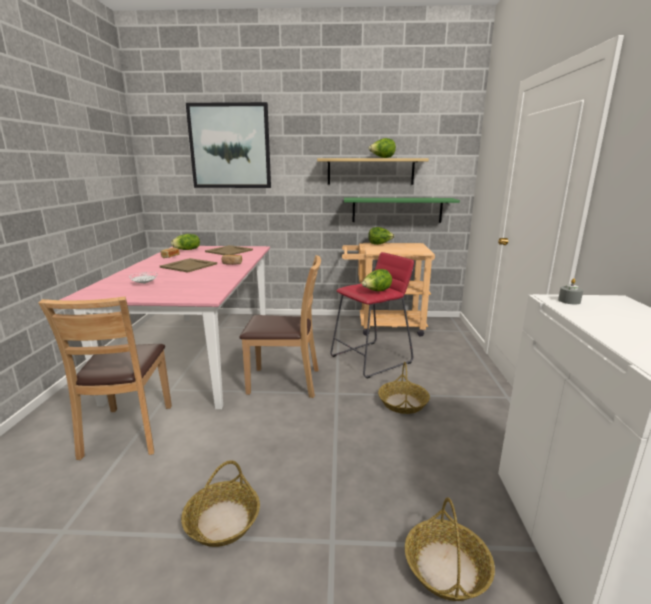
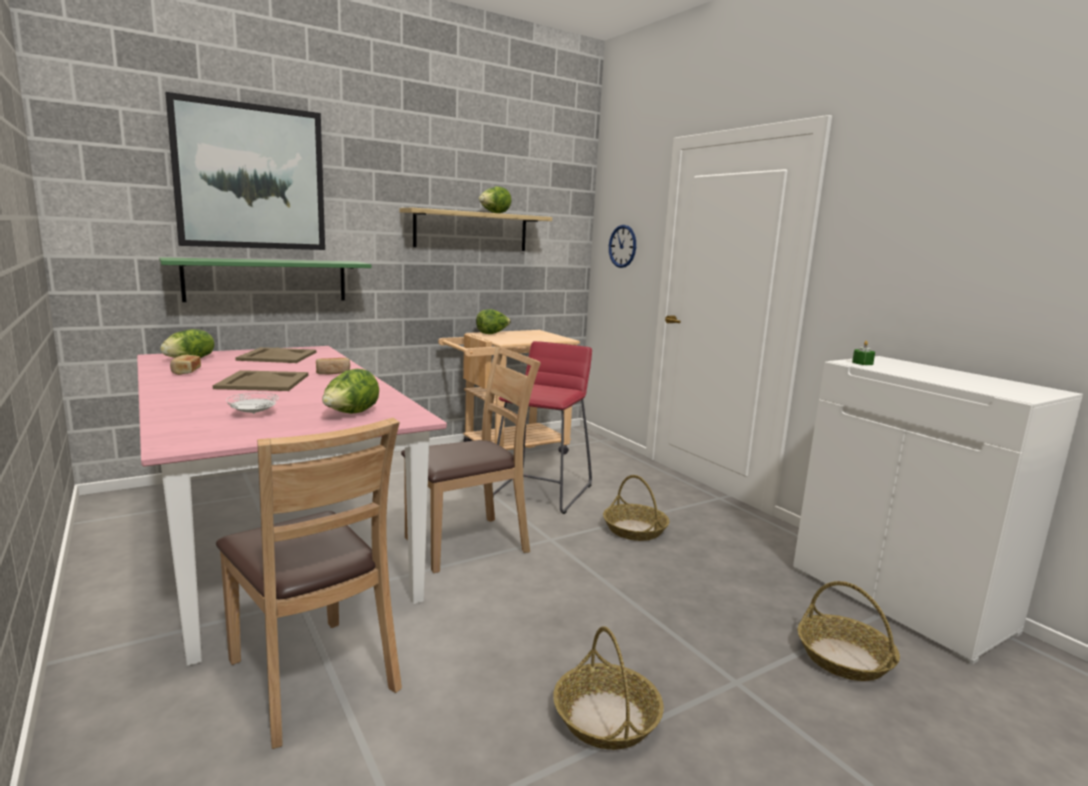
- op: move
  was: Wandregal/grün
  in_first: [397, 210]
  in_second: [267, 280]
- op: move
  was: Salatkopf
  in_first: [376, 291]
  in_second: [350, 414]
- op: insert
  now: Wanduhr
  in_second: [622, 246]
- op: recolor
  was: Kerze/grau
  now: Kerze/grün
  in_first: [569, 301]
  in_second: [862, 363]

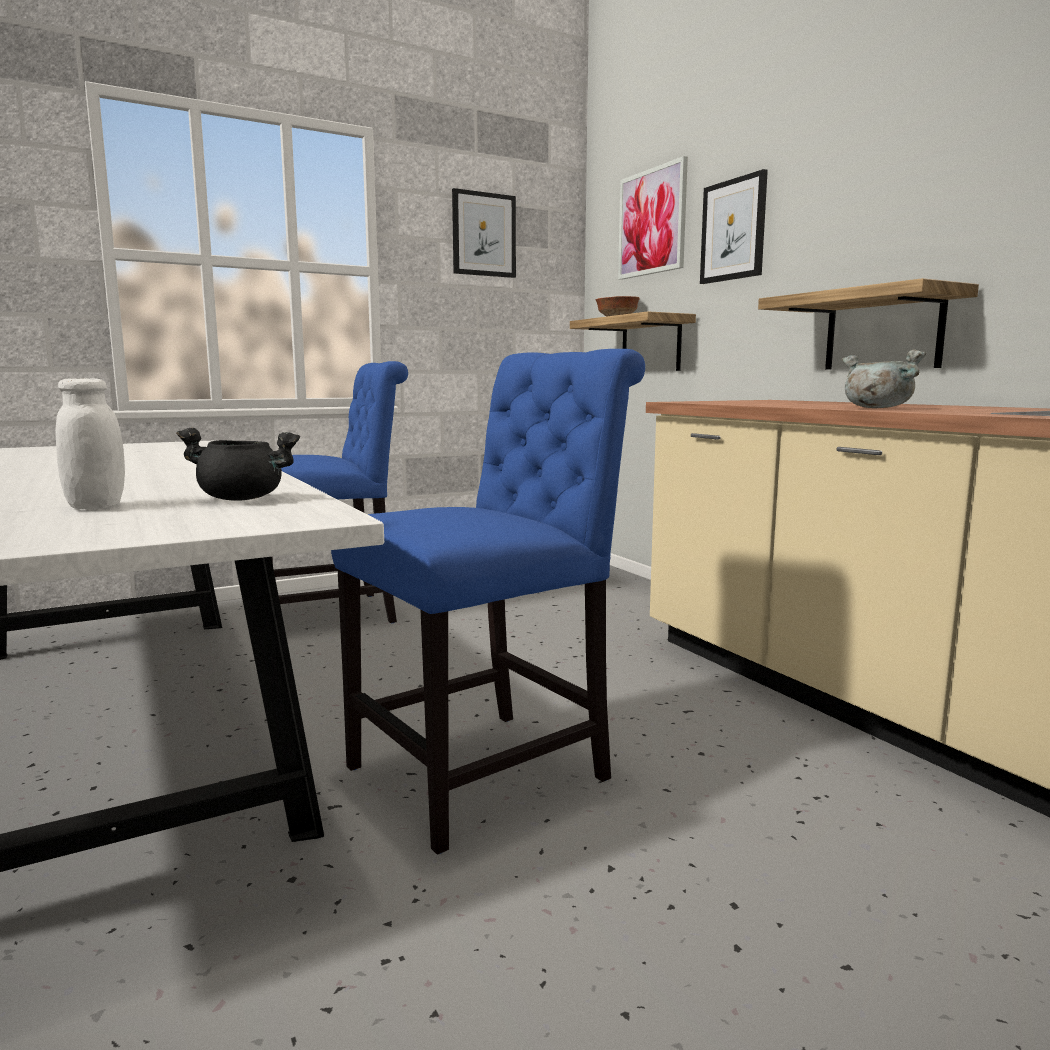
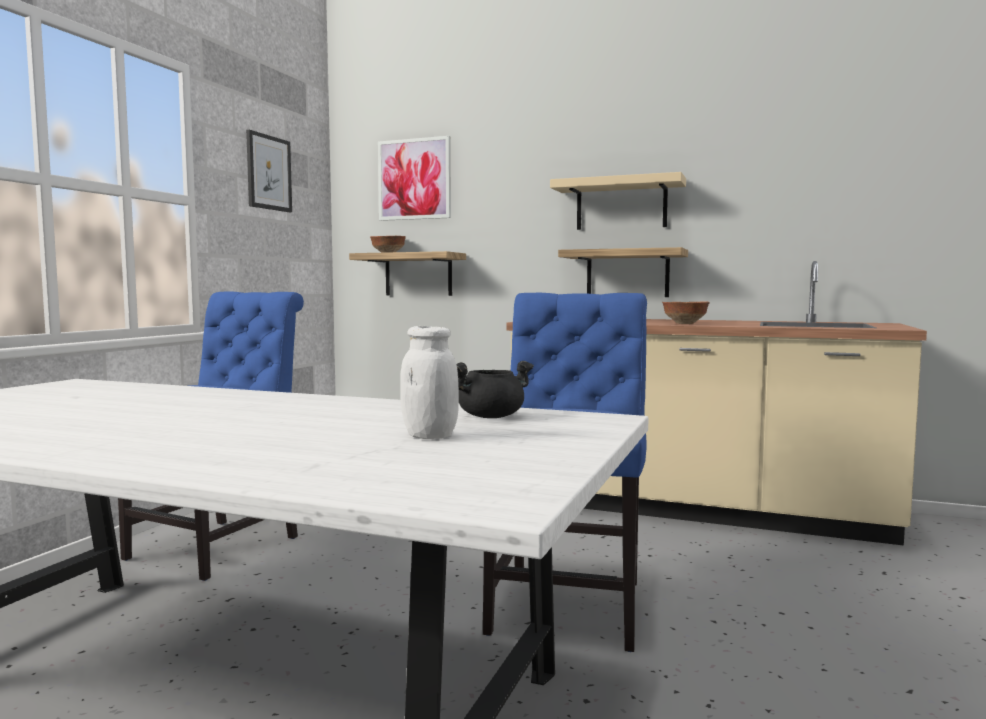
- op: insert
  now: Wandregal/beige
  in_second: [621, 205]
- op: replace
  was: Kochtopf/grau
  now: Schüssel
  in_first: [875, 408]
  in_second: [684, 323]
- op: delete
  was: Bild
  in_first: [733, 230]

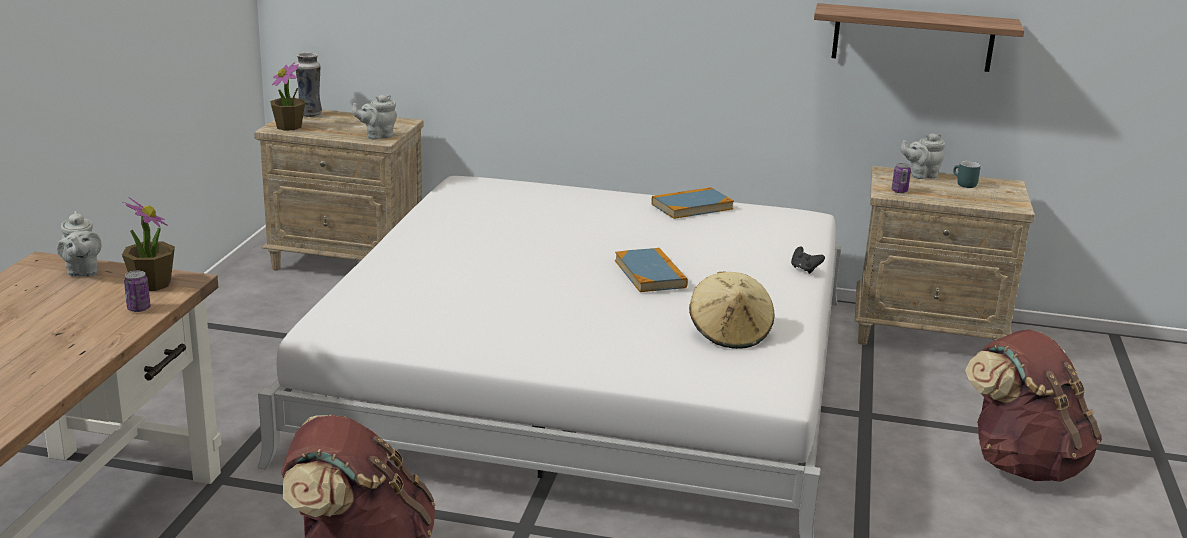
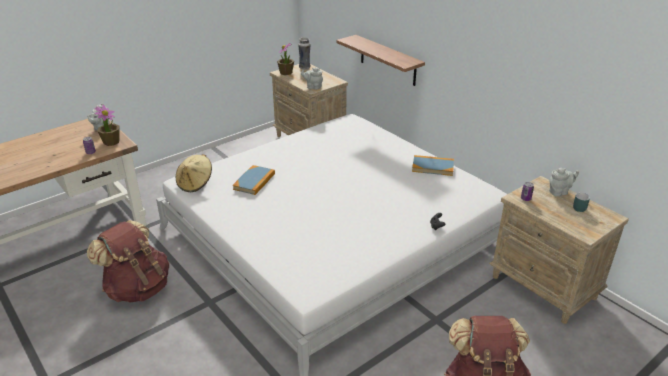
- op: move
  was: Hut/beige
  in_first: [730, 334]
  in_second: [195, 183]
- op: move
  was: Buch
  in_first: [650, 274]
  in_second: [254, 181]
- op: move
  was: Wandregal
  in_first: [913, 38]
  in_second: [388, 60]
- op: rotate
  was: Teekanne/grau
  in_first: [920, 175]
  in_second: [559, 192]
  clockwise: 135

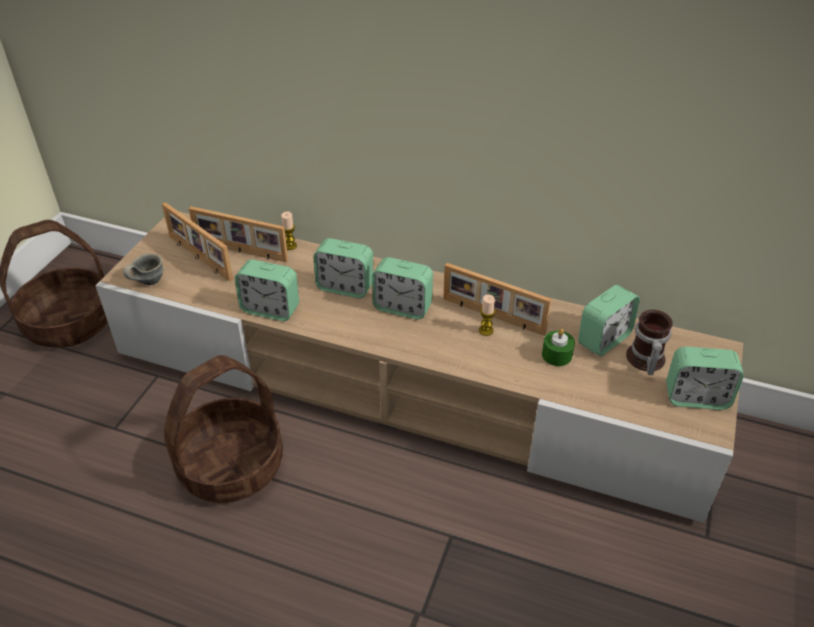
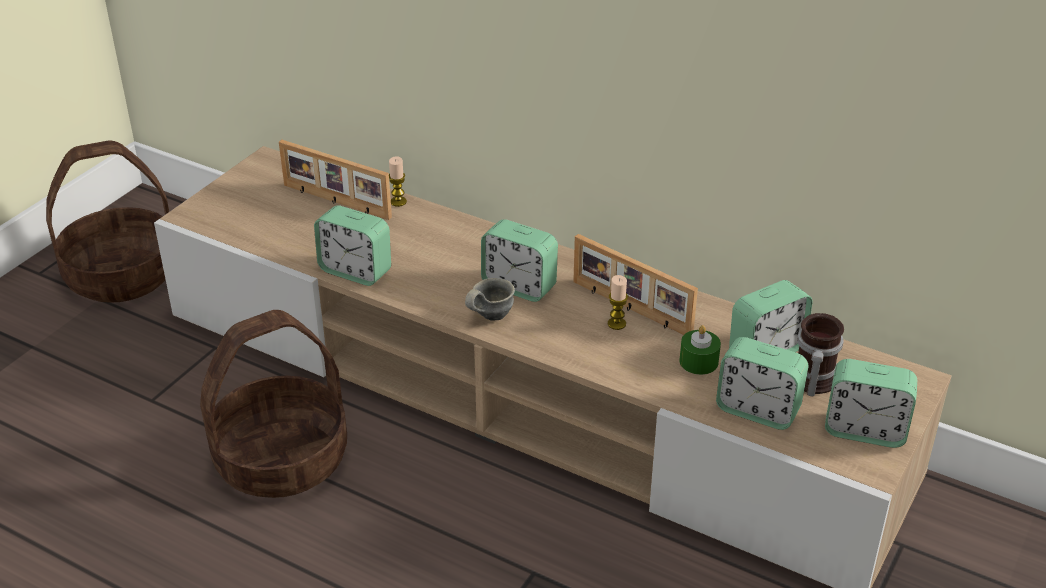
- op: move
  was: Henkelbecher/grau
  in_first: [147, 282]
  in_second: [488, 316]
- op: move
  was: Wecker
  in_first: [345, 287]
  in_second: [757, 410]
- op: delete
  was: Bilderrahmen
  in_first: [199, 258]

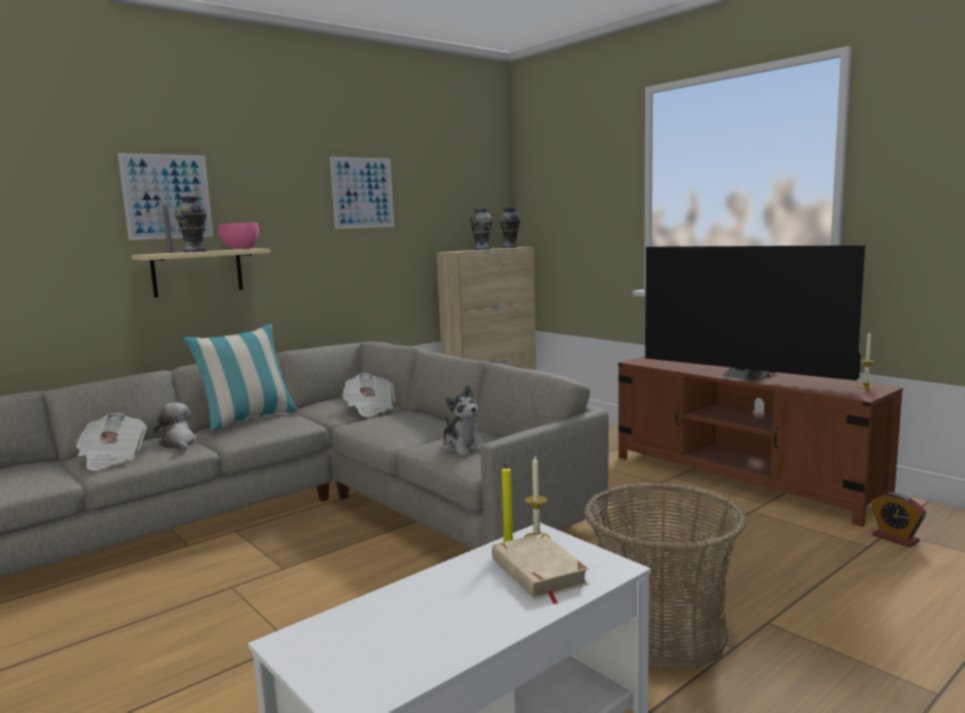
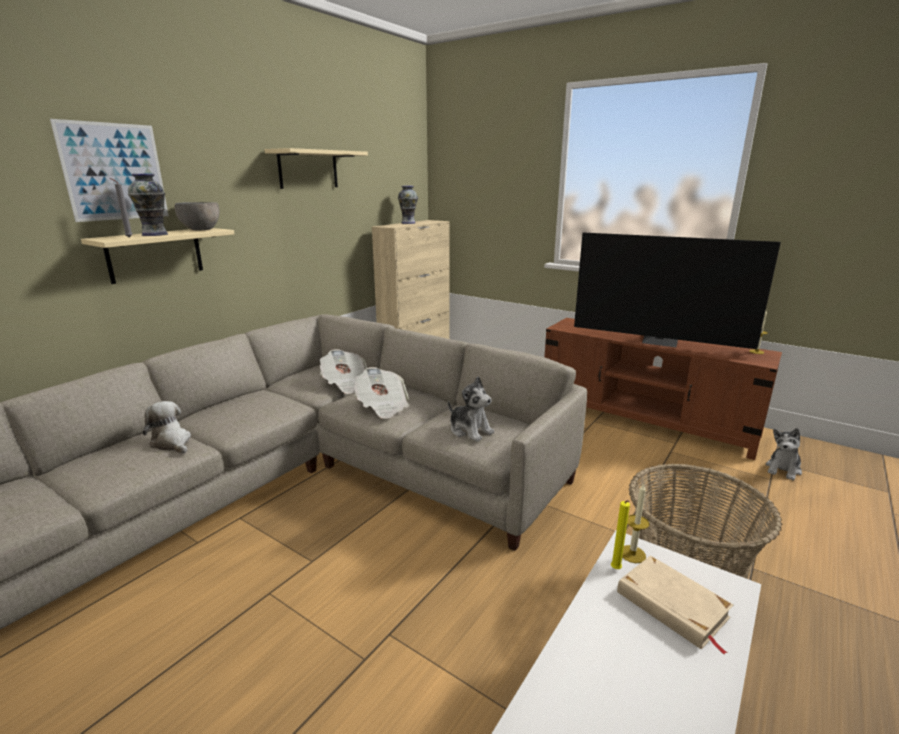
- op: recolor
  was: Schüssel/rosa
  now: Schüssel/grau
  in_first: [241, 249]
  in_second: [201, 229]
- op: replace
  was: Bild
  now: Wandregal/beige
  in_first: [362, 193]
  in_second: [308, 169]
- op: move
  was: Zeitung
  in_first: [112, 458]
  in_second: [382, 406]
- op: replace
  was: Wecker
  now: Plüschtier
  in_first: [895, 538]
  in_second: [783, 469]
- op: delete
  was: Kissen
  in_first: [248, 419]
- op: delete
  was: Vase
  in_first: [510, 247]

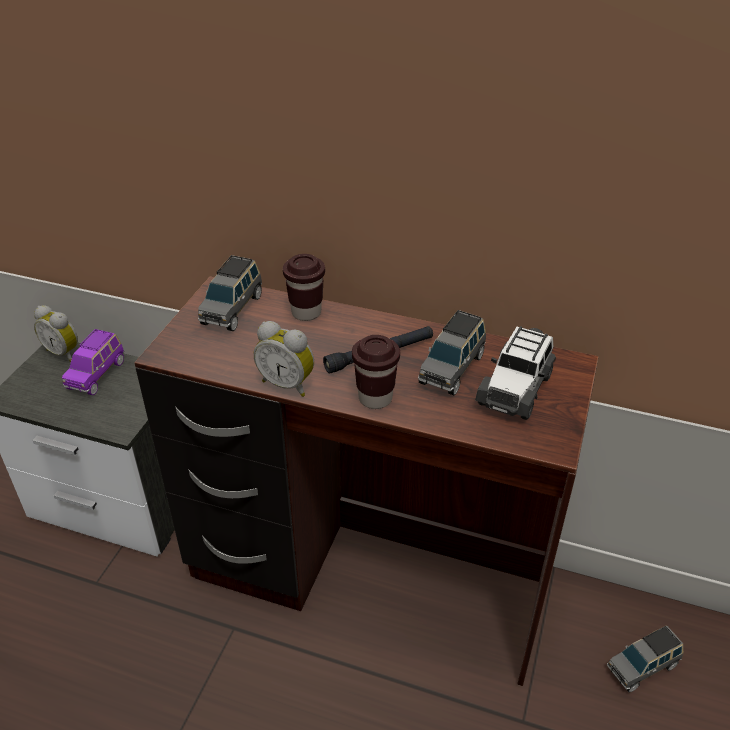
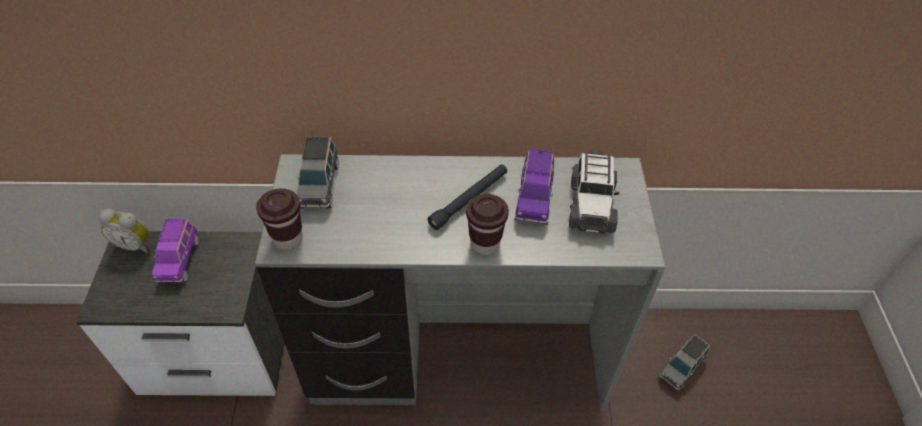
- op: recolor
  was: Schreibtisch/braun
  now: Schreibtisch/grau
  in_first: [367, 581]
  in_second: [458, 363]
- op: move
  was: Tasse/braun
  in_first: [306, 313]
  in_second: [288, 238]
- op: recolor
  was: Spielzeugauto/grau
  now: Spielzeugauto/lila
  in_first: [452, 368]
  in_second: [534, 198]
- op: delete
  was: Wecker
  in_first: [288, 383]

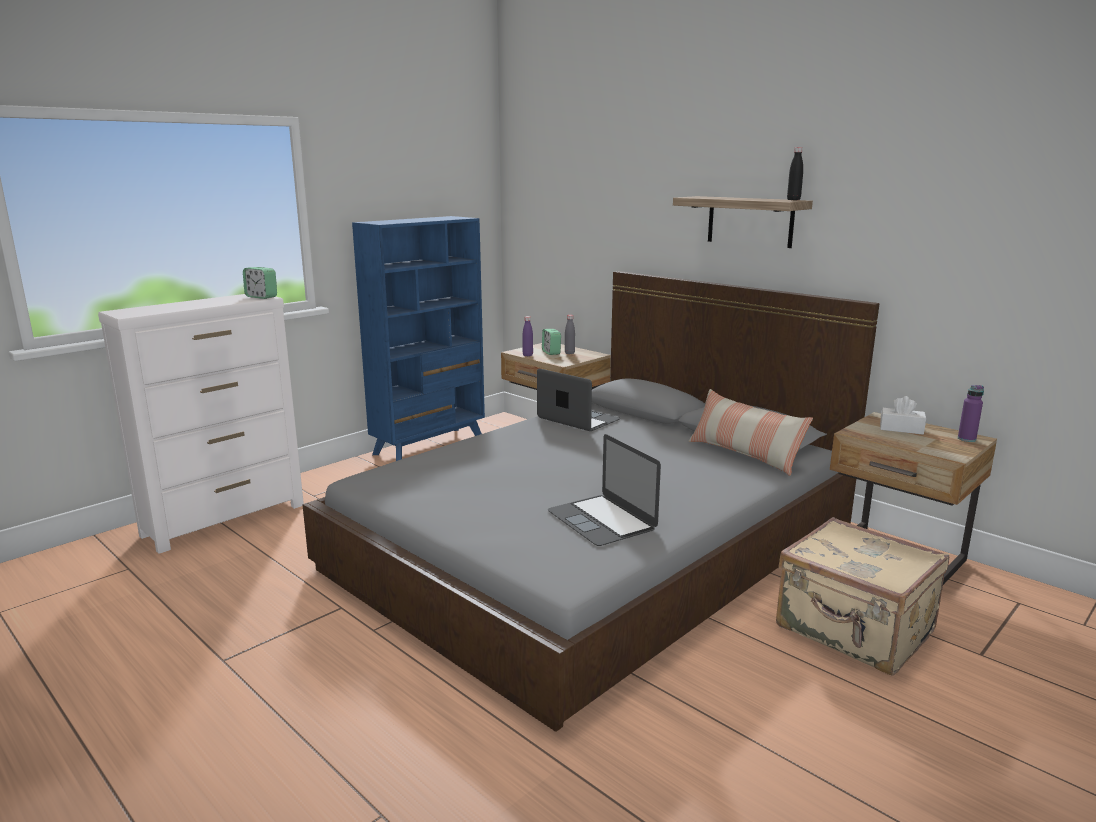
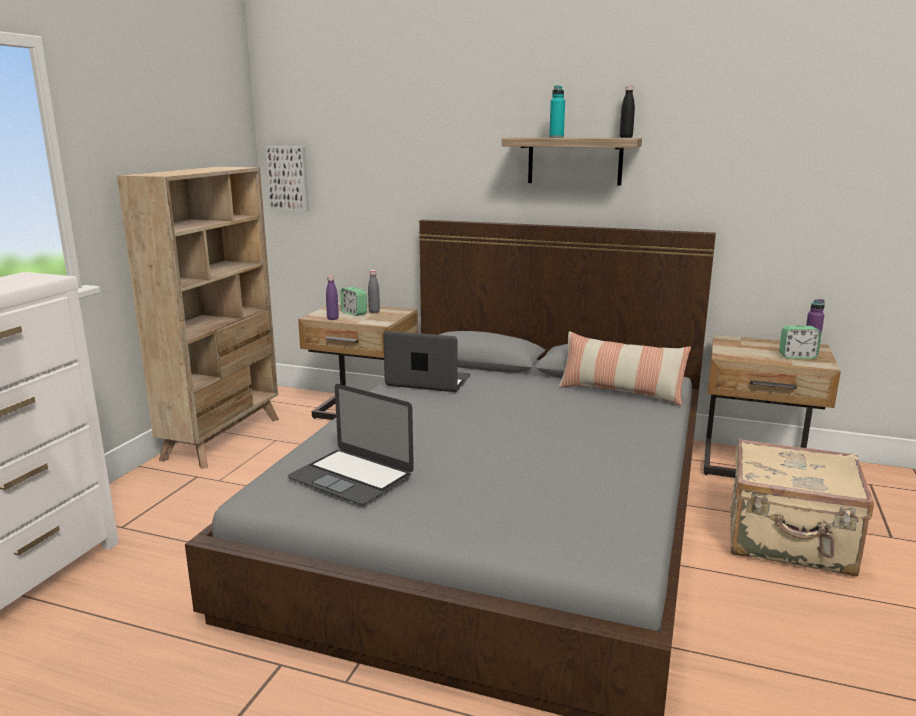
- op: recolor
  was: Bücherregal/blau
  now: Bücherregal/beige
  in_first: [430, 446]
  in_second: [223, 438]
- op: insert
  now: Bild
  in_second: [289, 178]
- op: move
  was: Laptop
  in_first: [601, 520]
  in_second: [351, 476]
- op: insert
  now: Flasche/türkis
  in_second: [556, 137]
- op: move
  was: Wecker
  in_first: [261, 297]
  in_second: [797, 356]
- op: delete
  was: Taschentuchbox/weiß
  in_first: [901, 429]

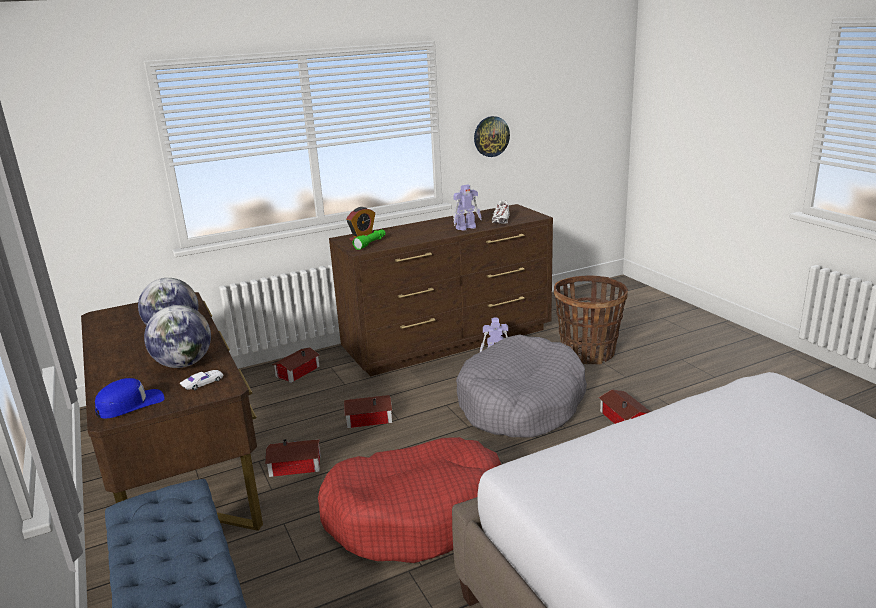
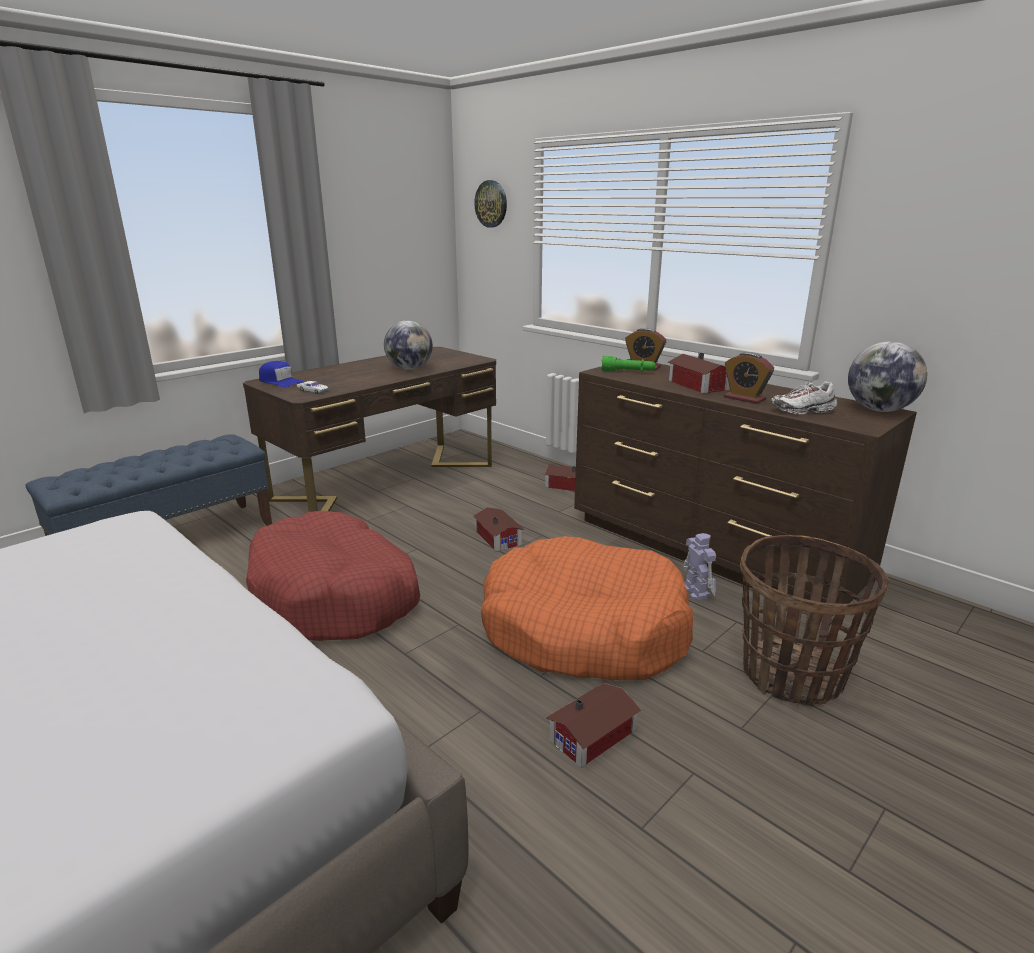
- op: move
  was: Wanduhr
  in_first: [491, 136]
  in_second: [491, 204]
- op: recolor
  was: Hundebett/grau
  now: Hundebett/orange
  in_first: [521, 404]
  in_second: [583, 629]
- op: move
  was: Spielzeughaus
  in_first: [296, 466]
  in_second: [698, 385]
- op: replace
  was: Spielzeugroboter
  now: Wecker
  in_first: [466, 227]
  in_second: [744, 398]
- op: move
  was: Globus
  in_first: [183, 364]
  in_second: [879, 410]

